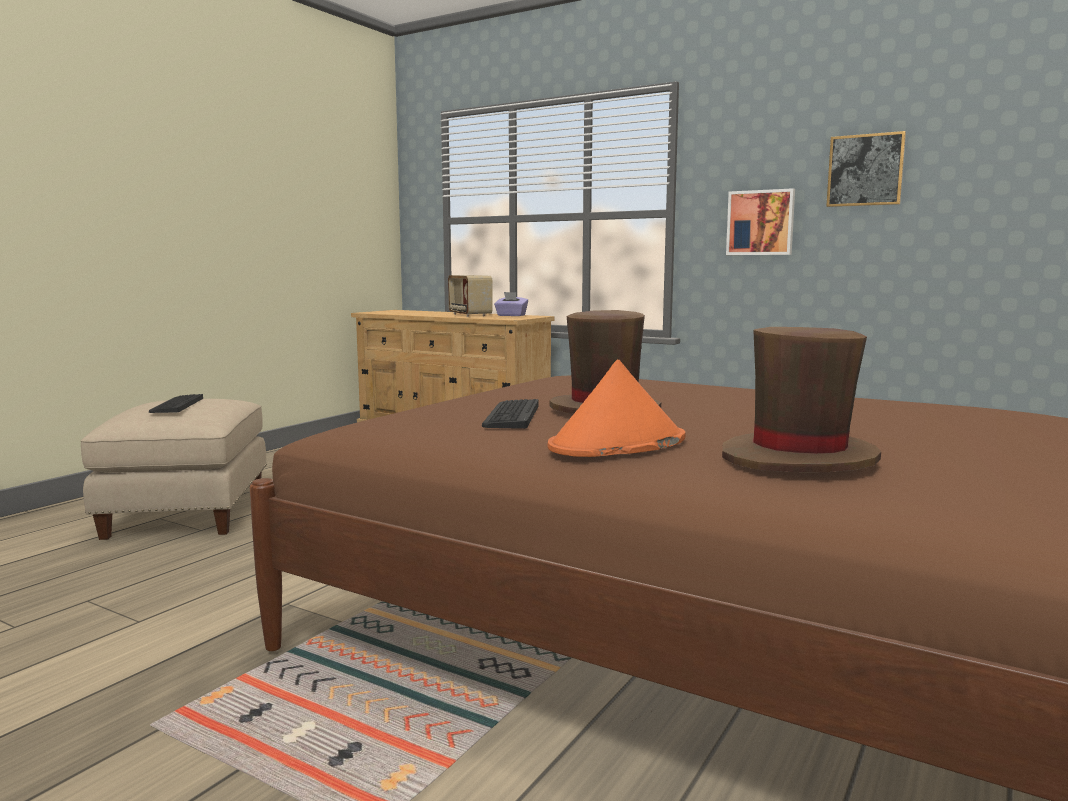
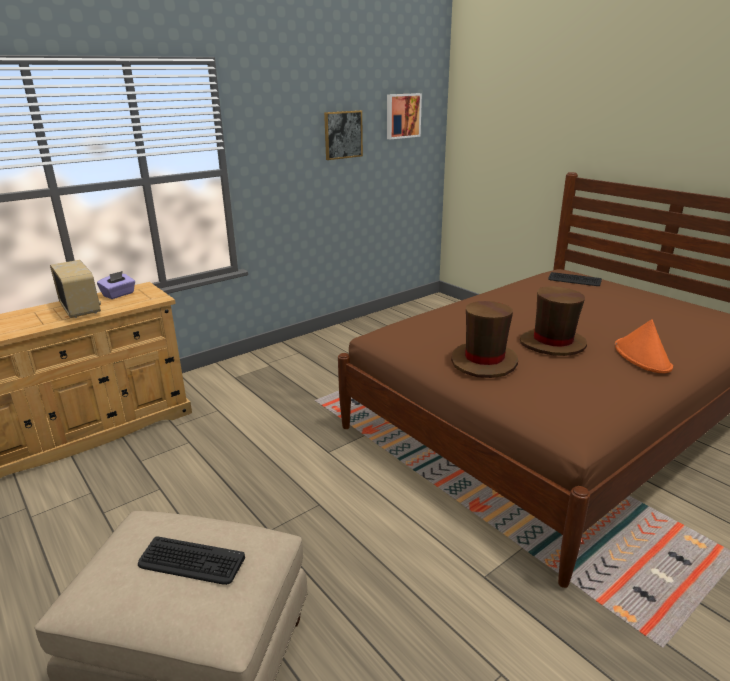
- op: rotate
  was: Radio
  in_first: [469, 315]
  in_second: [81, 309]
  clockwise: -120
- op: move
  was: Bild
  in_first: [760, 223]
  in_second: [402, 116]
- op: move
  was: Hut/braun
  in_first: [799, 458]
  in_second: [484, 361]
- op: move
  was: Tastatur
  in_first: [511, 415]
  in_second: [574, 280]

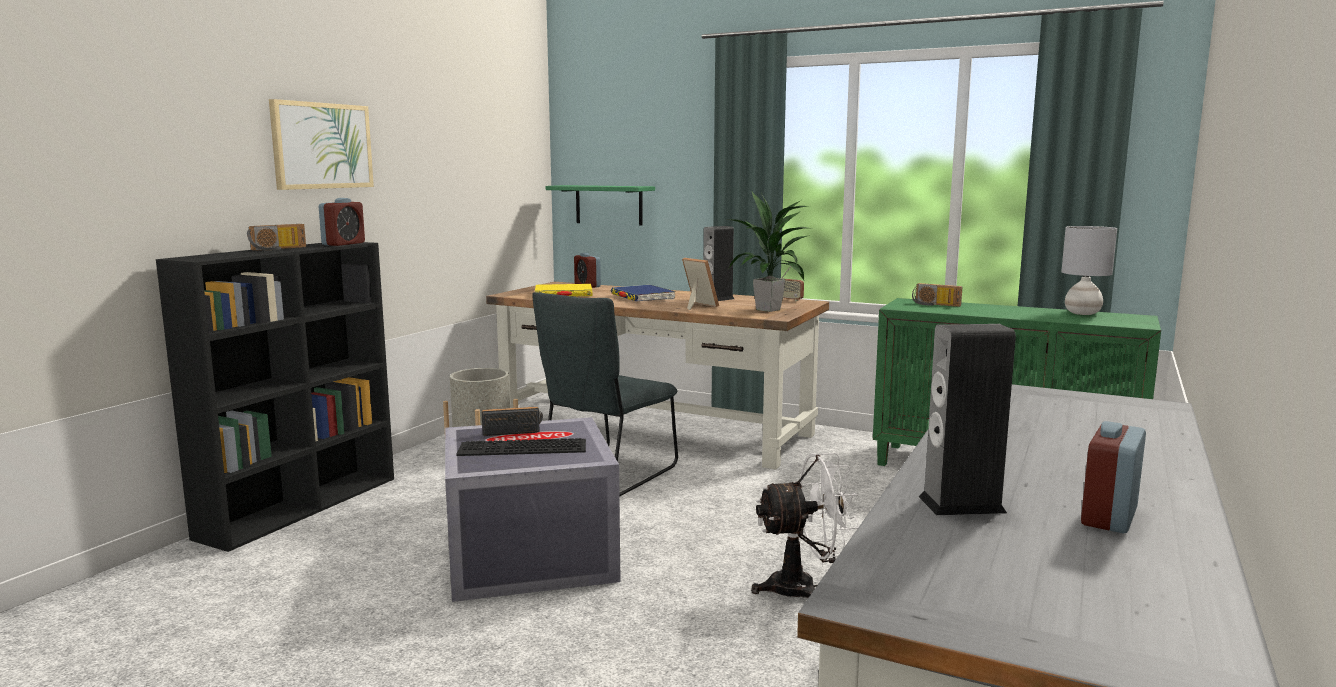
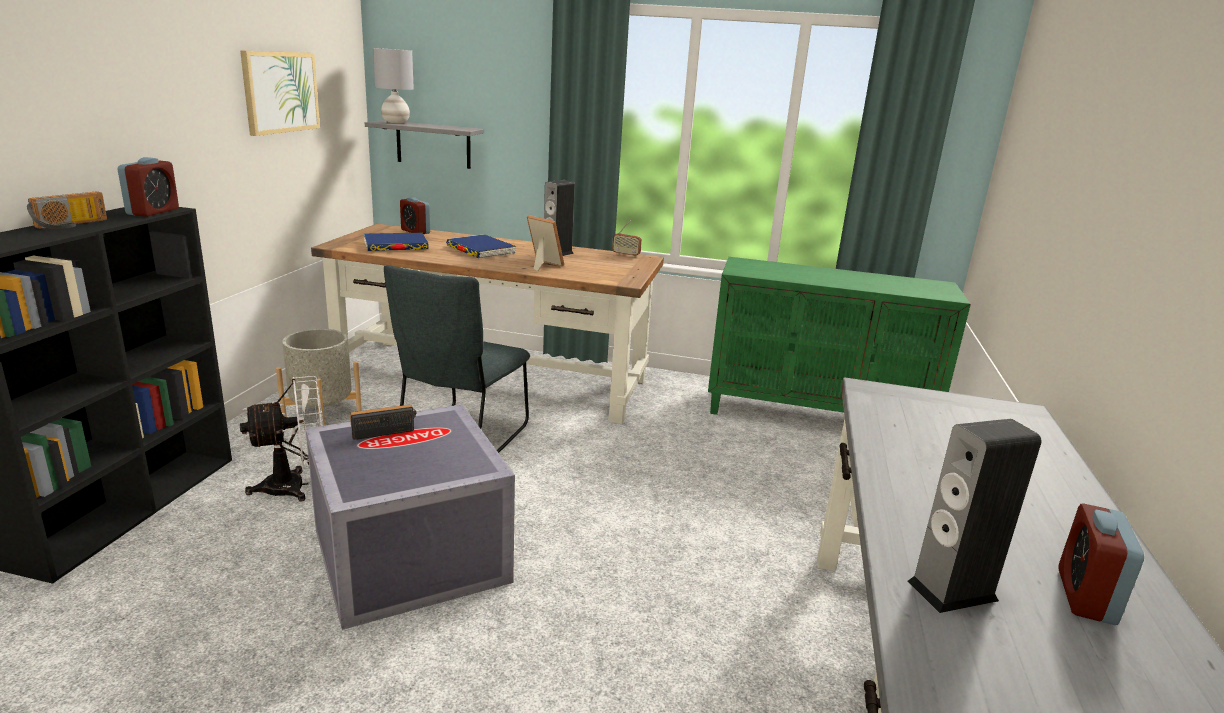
- op: move
  was: Bild
  in_first: [322, 146]
  in_second: [280, 92]
- op: move
  was: Ventilator/weiß
  in_first: [804, 588]
  in_second: [296, 486]
- op: recolor
  was: Buch/gelb
  now: Buch/blau
  in_first: [563, 294]
  in_second: [396, 246]
- op: recolor
  was: Wandregal/grün
  now: Wandregal/grau
  in_first: [609, 205]
  in_second: [433, 144]
- op: move
  was: Tischlampe/grau
  in_first: [1083, 313]
  in_second: [396, 122]
- op: delete
  was: Tastatur
  in_first: [521, 448]
- op: delete
  was: Topfpflanze
  in_first: [769, 310]
- op: delete
  was: Radio
  in_first: [935, 305]

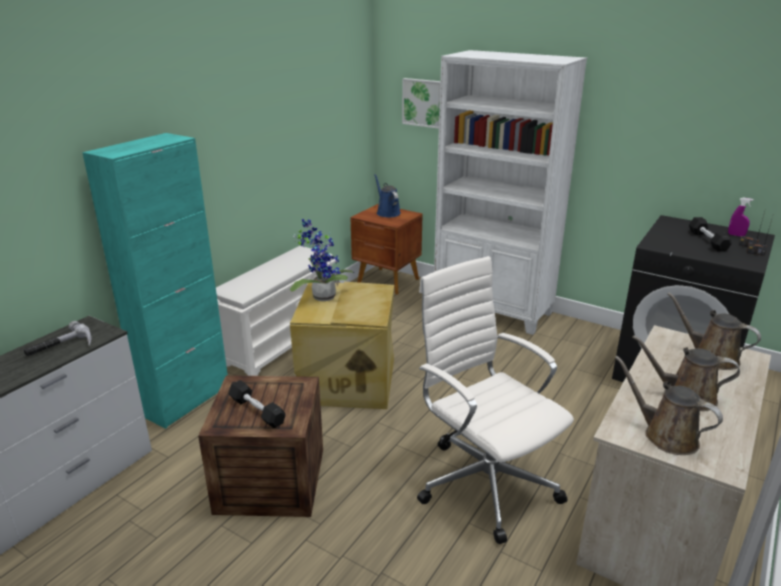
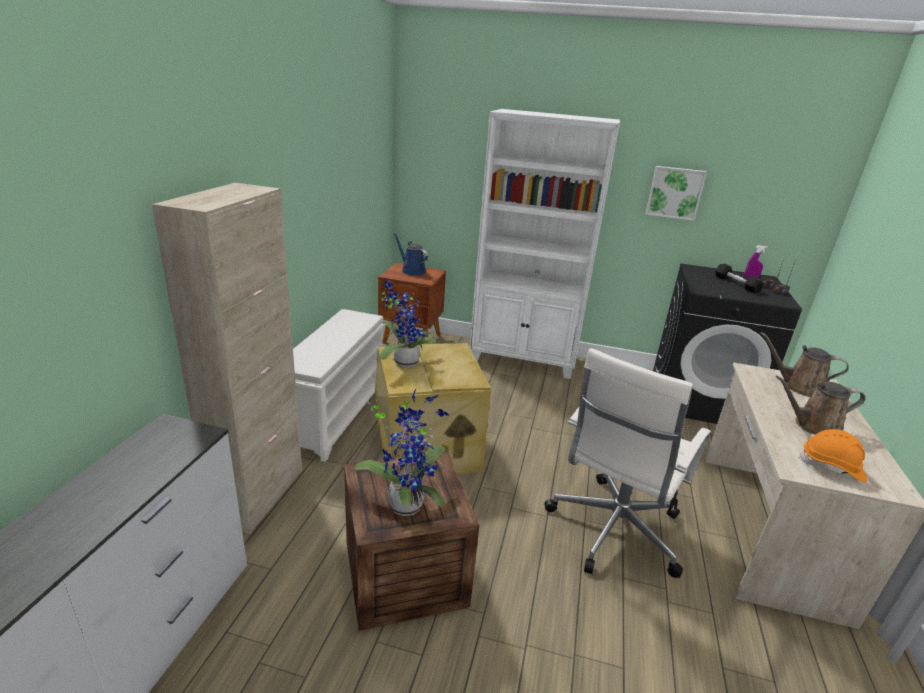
- op: recolor
  was: Schrank/türkis
  now: Schrank/beige
  in_first: [186, 400]
  in_second: [259, 495]
- op: replace
  was: Hantel/schwarz
  now: Topfpflanze
  in_first: [257, 411]
  in_second: [407, 502]
- op: rotate
  was: Bürostuhl/weiß
  in_first: [485, 481]
  in_second: [613, 531]
  clockwise: -90
- op: move
  was: Bild
  in_first: [424, 102]
  in_second: [675, 192]
- op: replace
  was: Gießkanne/braun
  now: Schutzhelm/orange
  in_first: [665, 435]
  in_second: [832, 467]
- op: delete
  was: Hammer
  in_first: [61, 347]

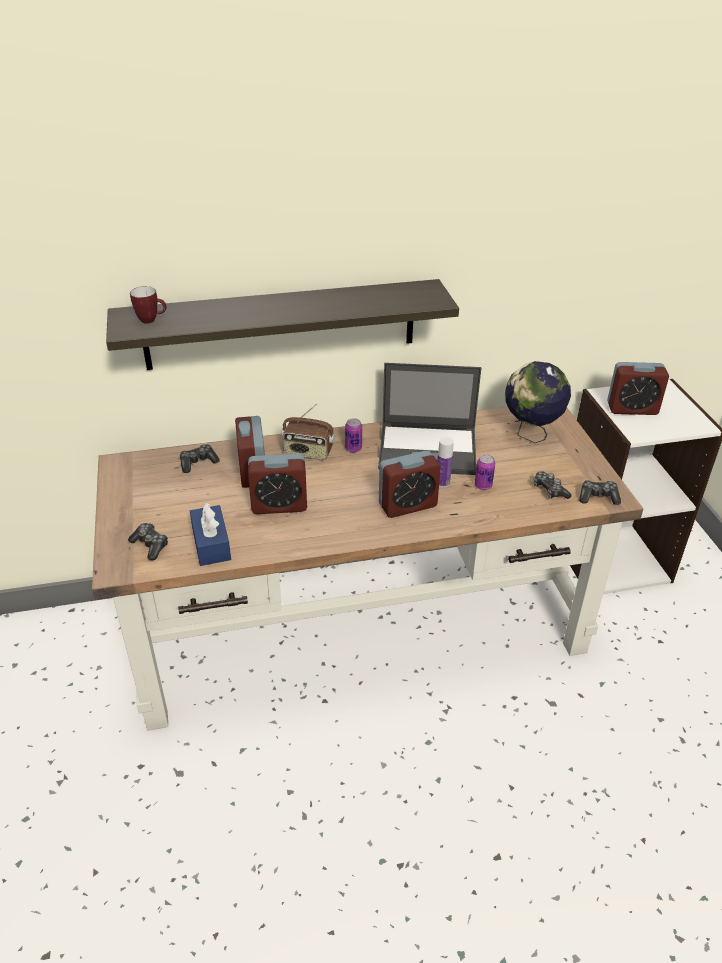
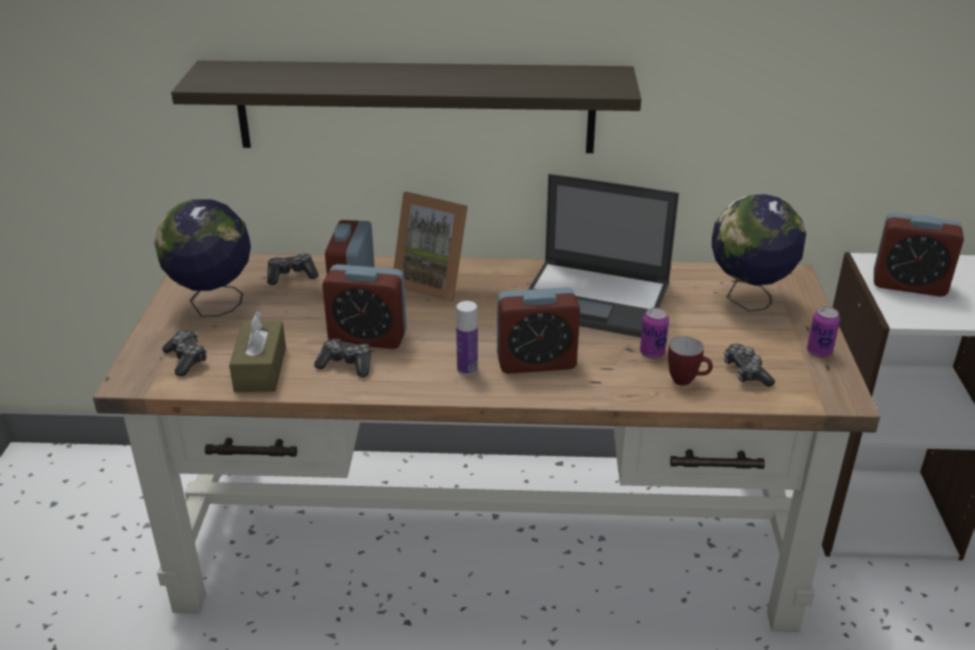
- op: insert
  now: Globus
  in_second: [213, 305]
- op: recolor
  was: Taschentuchbox/blau
  now: Taschentuchbox/braun
  in_first: [211, 544]
  in_second: [260, 369]
- op: move
  was: Gamepad
  in_first: [598, 497]
  in_second: [346, 365]
- op: replace
  was: Radio
  now: Bilderrahmen
  in_first: [308, 453]
  in_second: [434, 282]
- op: move
  was: Flasche
  in_first: [442, 483]
  in_second: [467, 369]
- op: move
  was: Henkelbecher
  in_first: [151, 320]
  in_second: [687, 381]
- op: move
  was: Dose
  in_first: [353, 448]
  in_second: [819, 352]

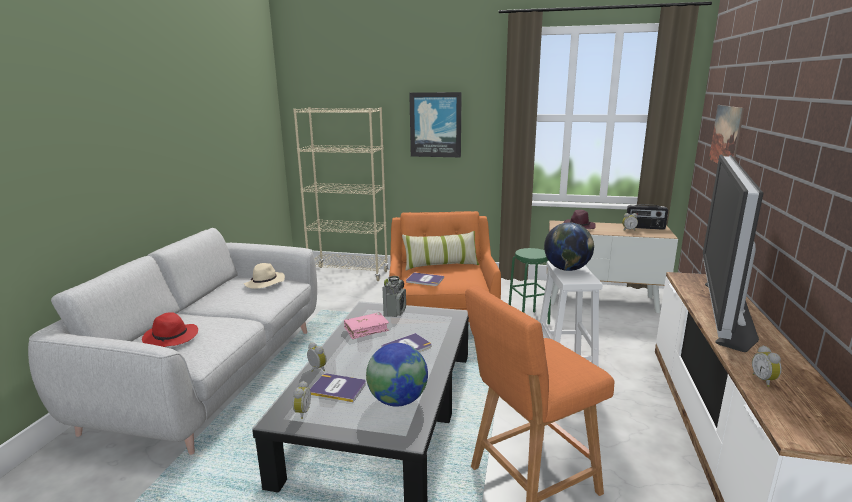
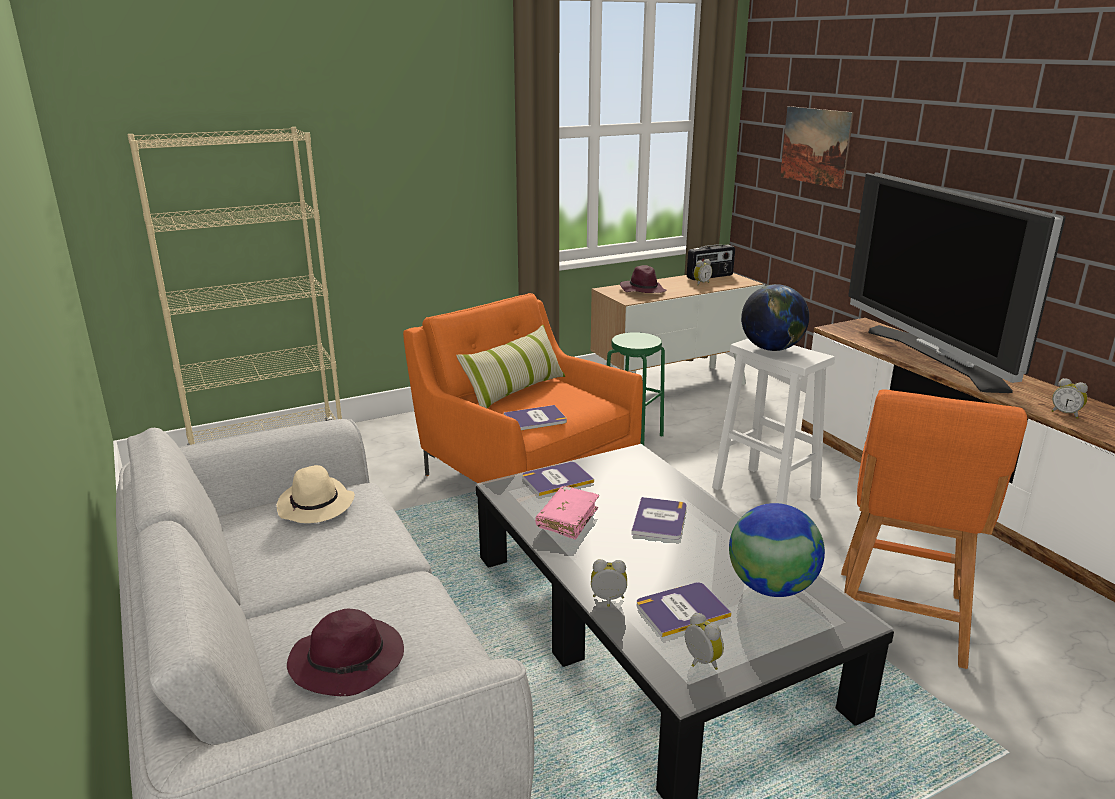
- op: recolor
  was: Hut/rot
  now: Hut/lila
  in_first: [171, 338]
  in_second: [349, 661]
- op: replace
  was: Radio
  now: Buch
  in_first: [395, 312]
  in_second: [557, 479]
- op: delete
  was: Bild
  in_first: [435, 125]

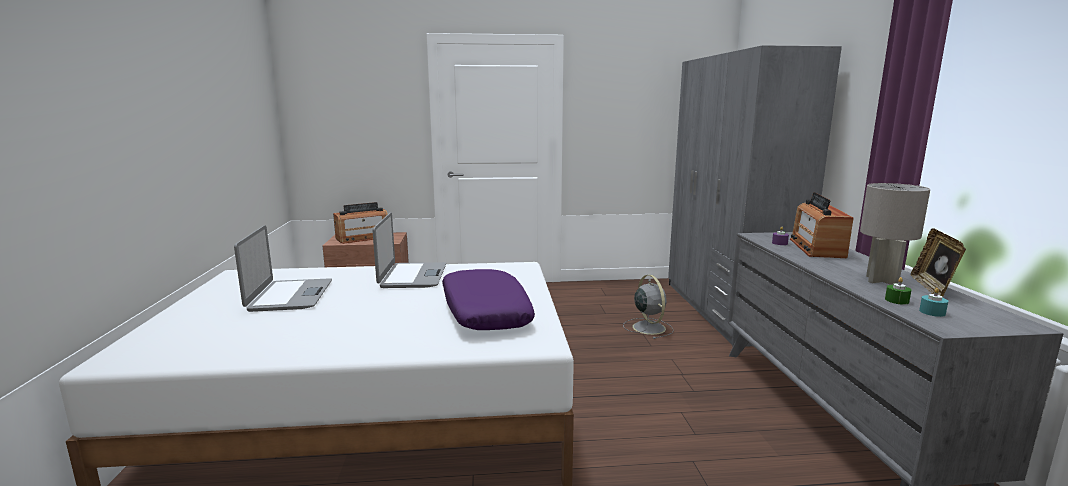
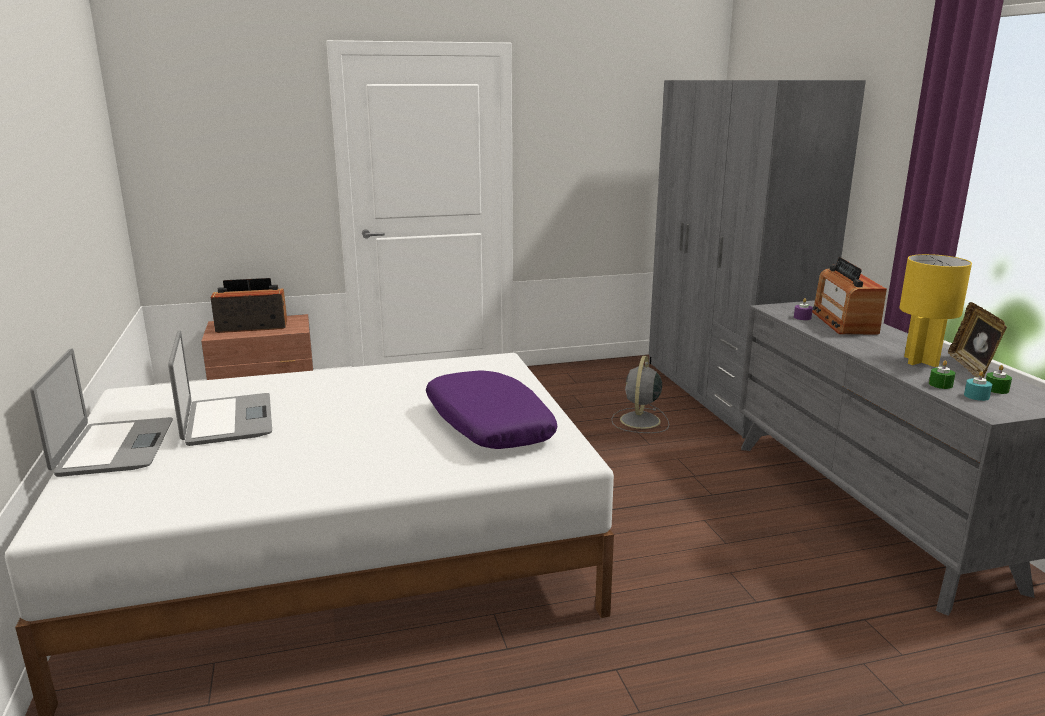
- op: move
  was: Laptop
  in_first: [412, 276]
  in_second: [114, 448]
- op: rotate
  was: Radio
  in_first: [362, 238]
  in_second: [252, 326]
  clockwise: -150
- op: rotate
  was: Ventilator/grau
  in_first: [648, 327]
  in_second: [639, 421]
  clockwise: -135
- op: recolor
  was: Tischlampe/grau
  now: Tischlampe/gelb
  in_first: [881, 281]
  in_second: [920, 361]
- op: insert
  now: Kerze/grün
  in_second: [996, 389]

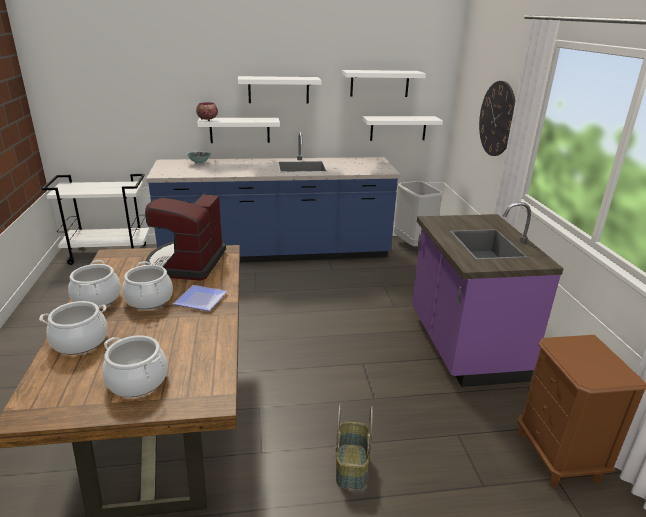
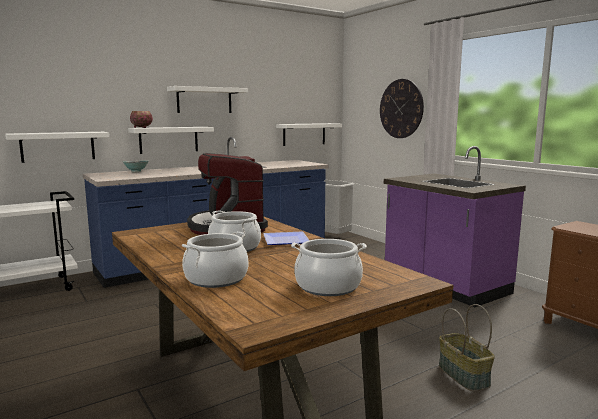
- op: move
  was: Wandregal/weiß
  in_first: [379, 83]
  in_second: [58, 146]
- op: delete
  was: Kochtopf
  in_first: [96, 299]

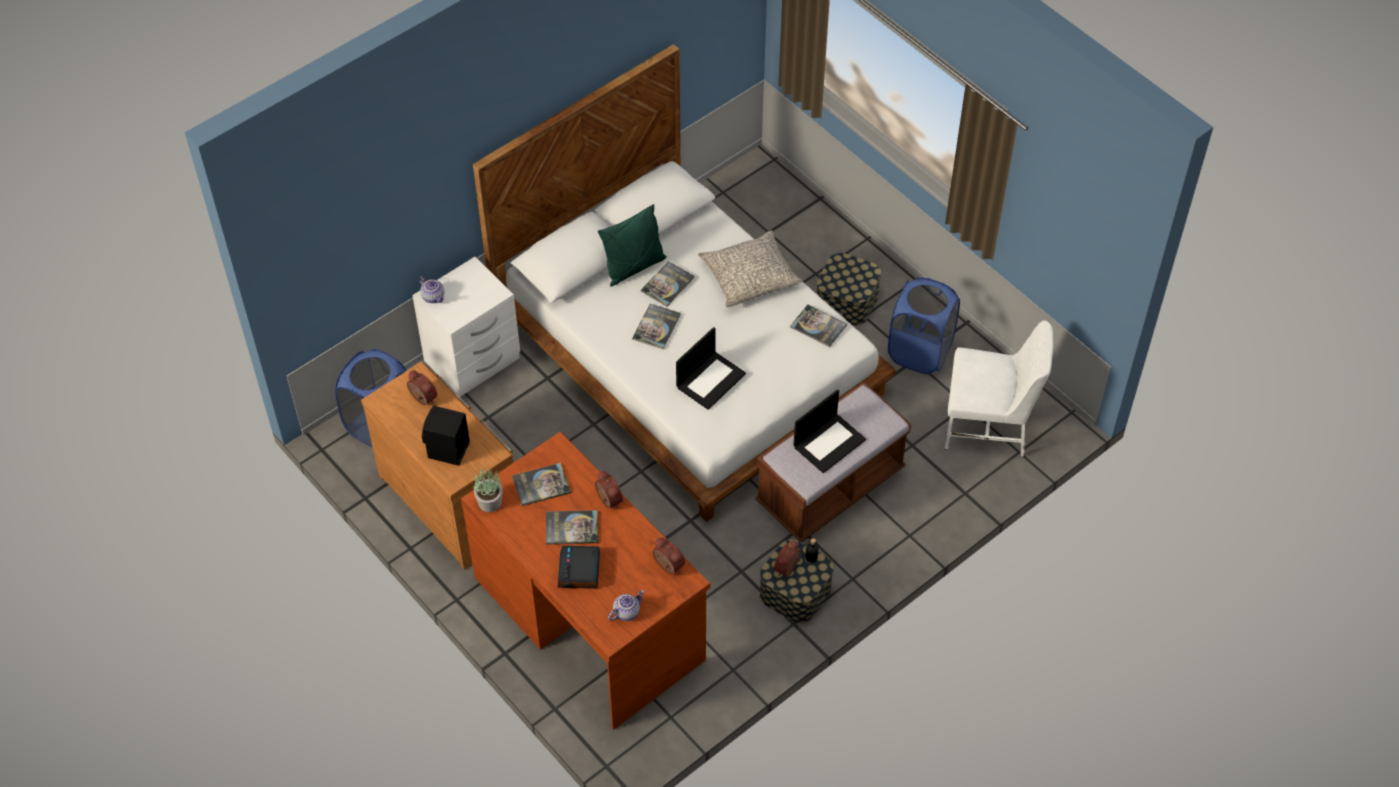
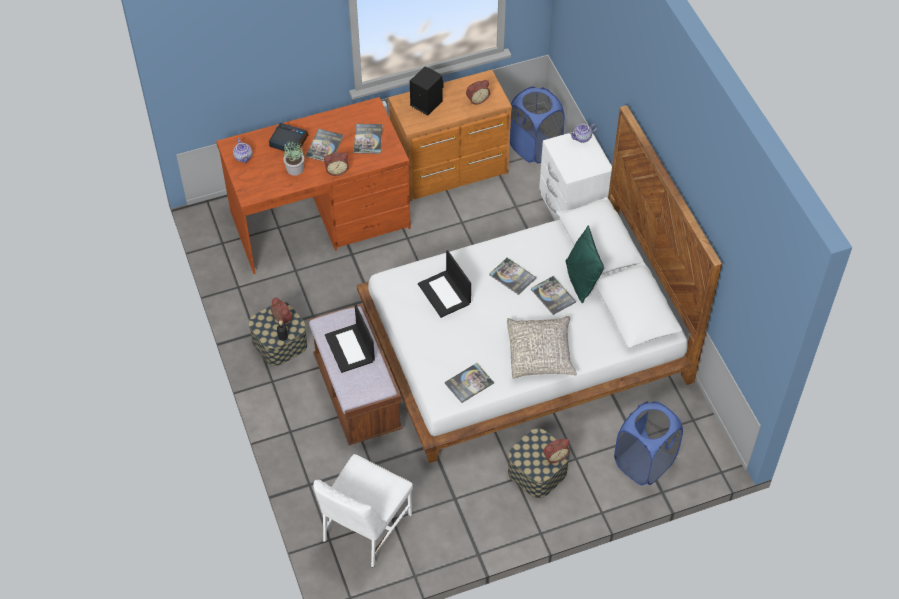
- op: move
  was: Topfpflanze
  in_first: [490, 502]
  in_second: [295, 169]
- op: move
  was: Wecker
  in_first: [667, 566]
  in_second: [555, 456]
- op: move
  was: Wäschekorb/blau
  in_first: [920, 352]
  in_second: [644, 463]

